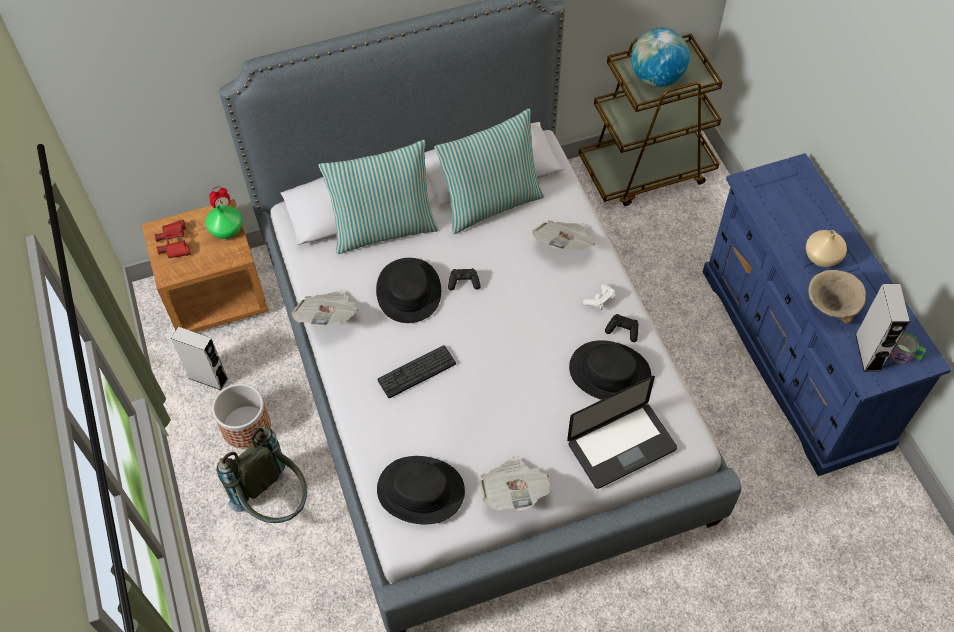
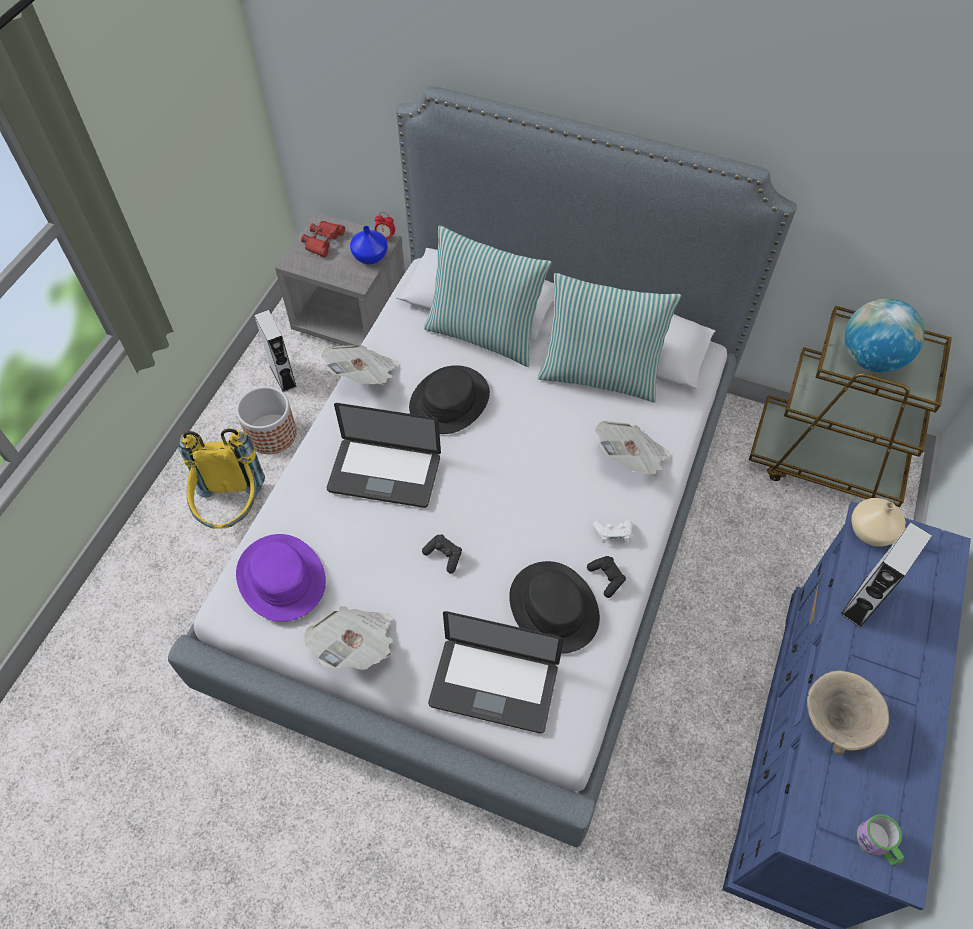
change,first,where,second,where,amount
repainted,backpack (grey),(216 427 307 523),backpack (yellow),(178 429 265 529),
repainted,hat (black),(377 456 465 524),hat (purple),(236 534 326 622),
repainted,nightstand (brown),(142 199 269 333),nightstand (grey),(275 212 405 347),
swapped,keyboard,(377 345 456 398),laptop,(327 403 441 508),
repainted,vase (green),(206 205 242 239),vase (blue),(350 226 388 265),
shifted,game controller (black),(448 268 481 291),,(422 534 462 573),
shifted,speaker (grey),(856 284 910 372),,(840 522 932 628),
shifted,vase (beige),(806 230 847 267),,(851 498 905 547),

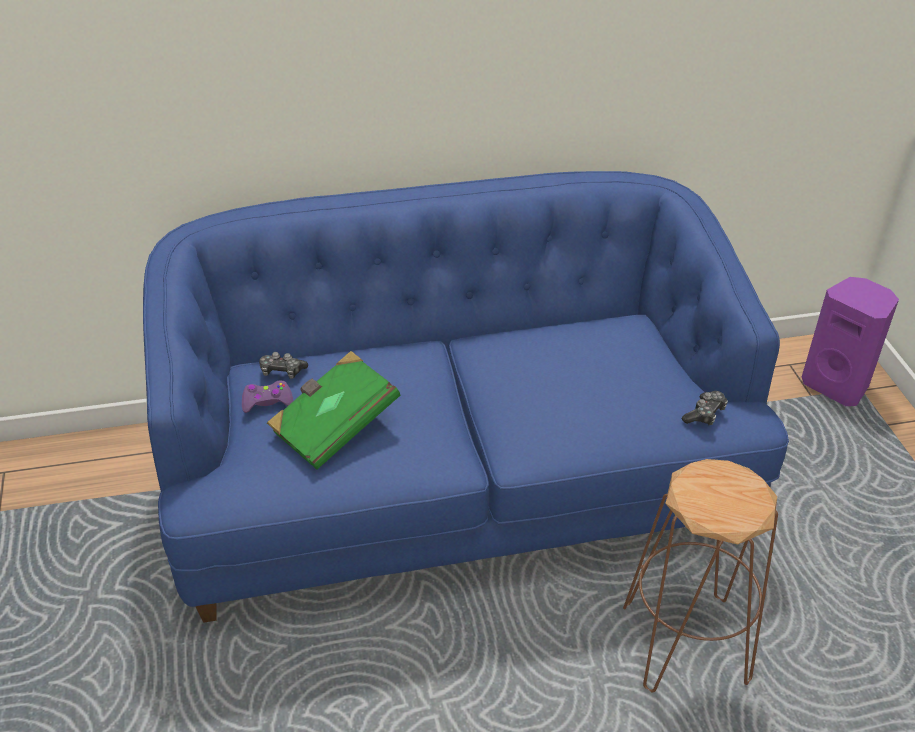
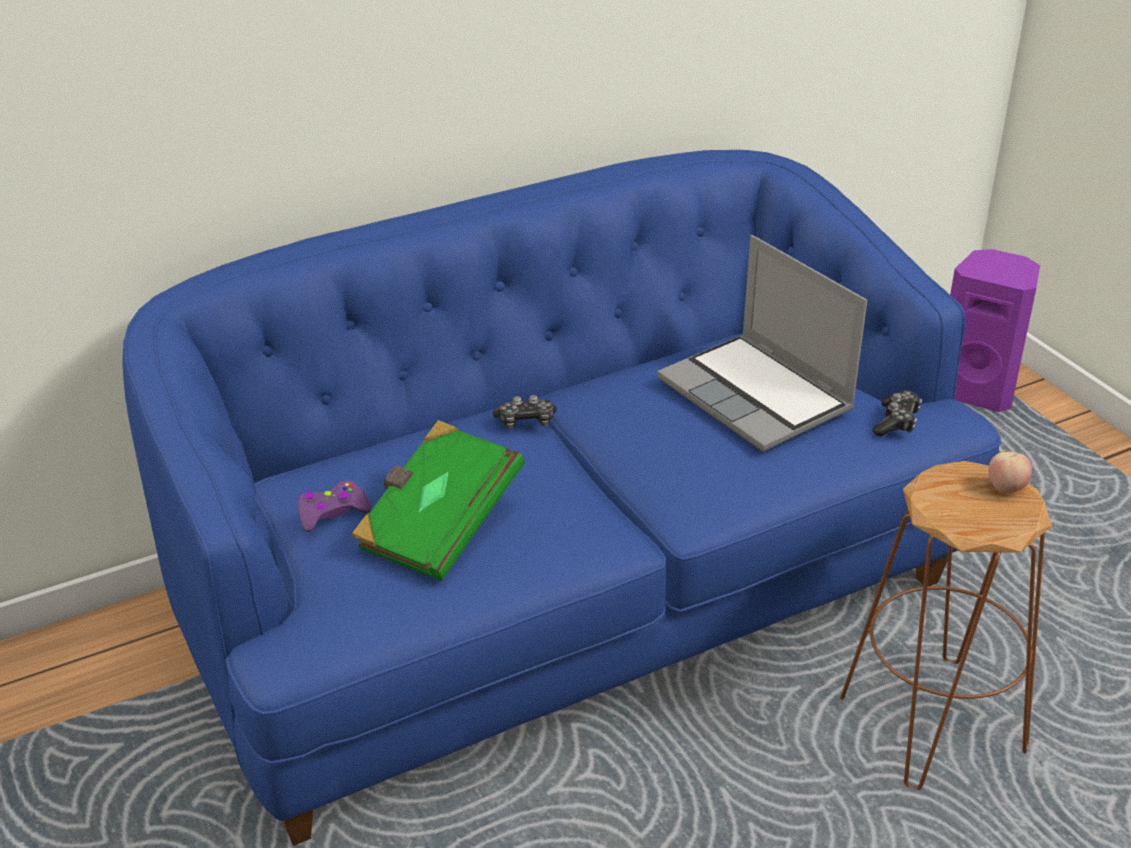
change,first,where,second,where,amount
shifted,game controller,(259 352 308 379),,(493 395 557 429),
new,,,laptop,(657 235 867 452),
new,,,apple,(989 452 1032 493),

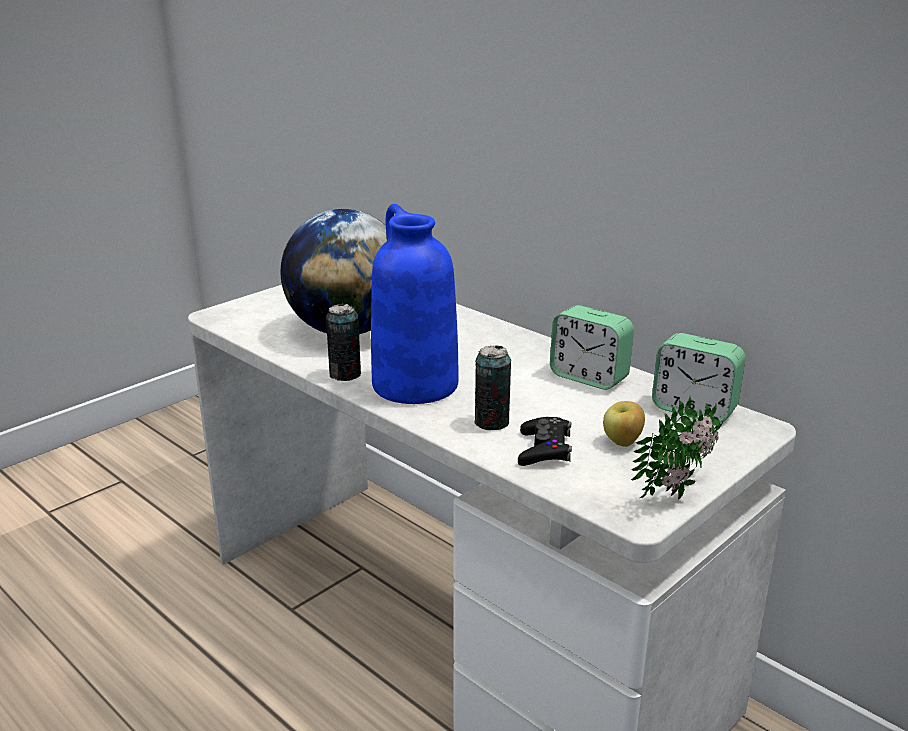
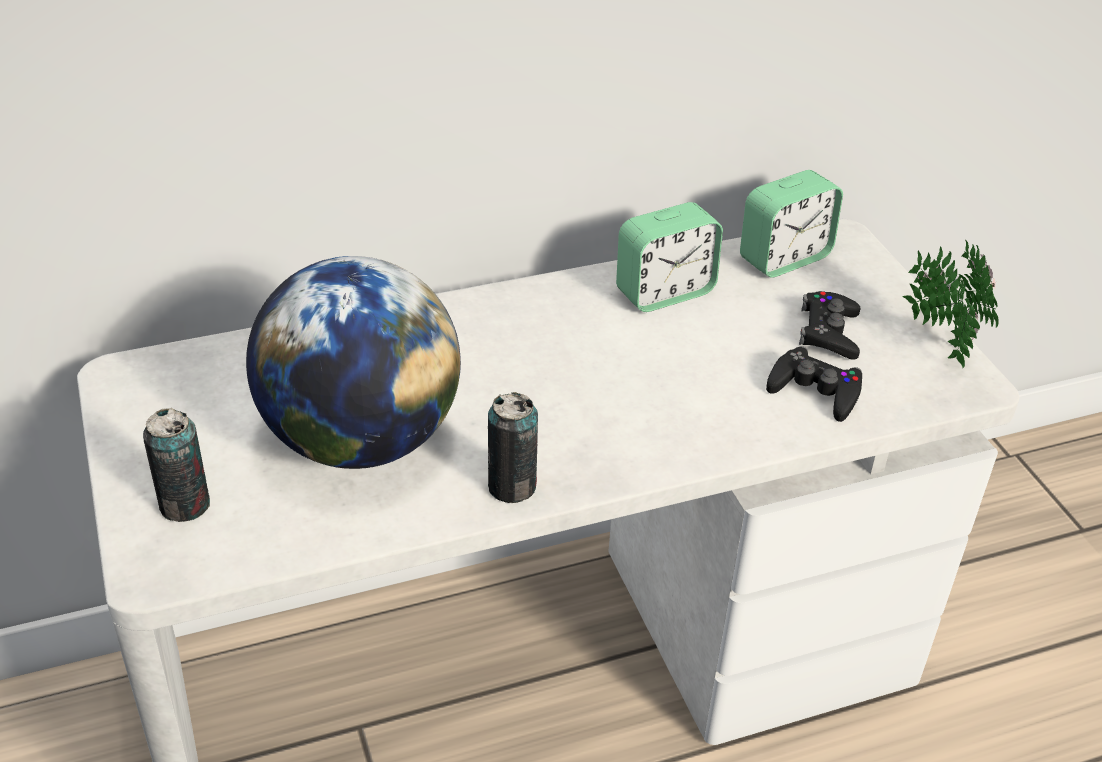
change,first,where,second,where,amount
shifted,can,(475 345 511 430),,(143 408 210 522),
swapped,apple,(603 401 645 447),game controller (black),(799 291 860 360),
gone,vase (blue),(371 204 459 404),,,

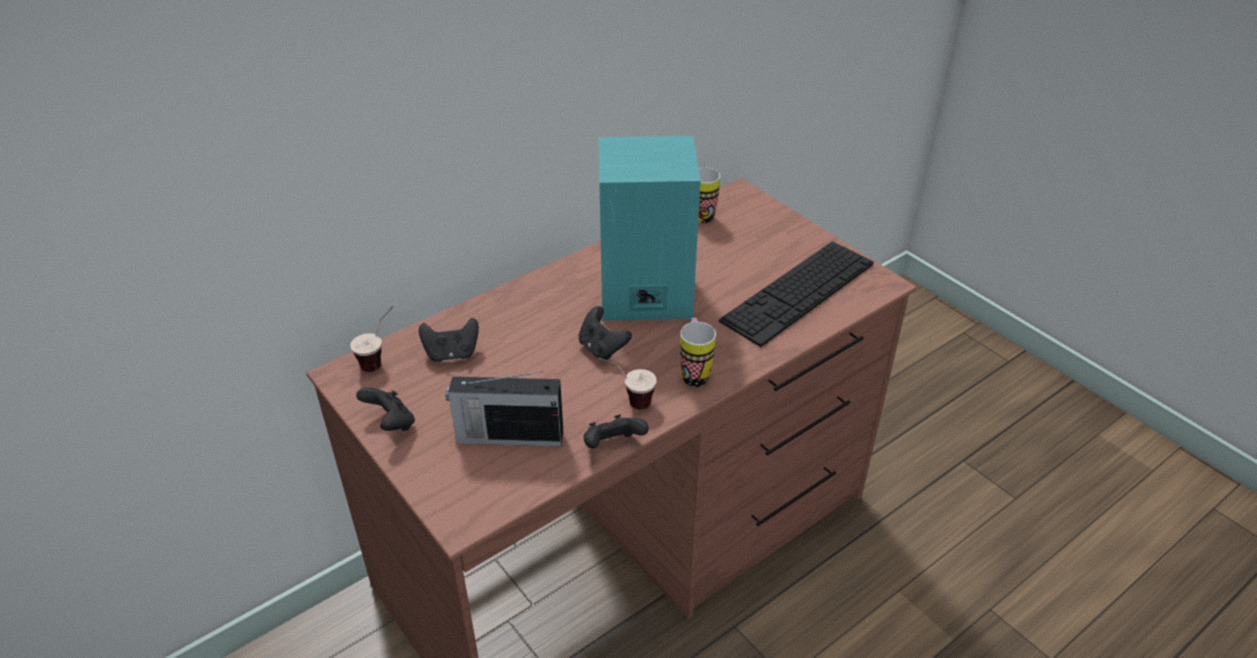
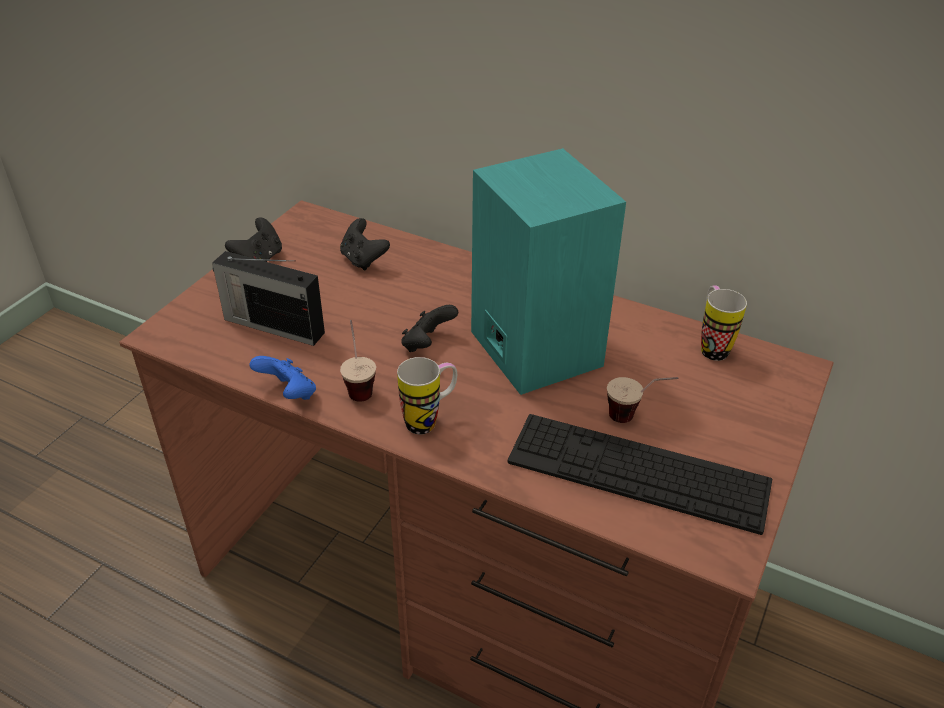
change,first,where,second,where,amount
rotated,radio,(445 371 563 446),,(212 251 325 346),45 degrees counterclockwise
repainted,game controller (black),(584 414 649 449),game controller (blue),(249 356 316 400),
shifted,cup,(350 306 393 372),,(607 377 678 423),

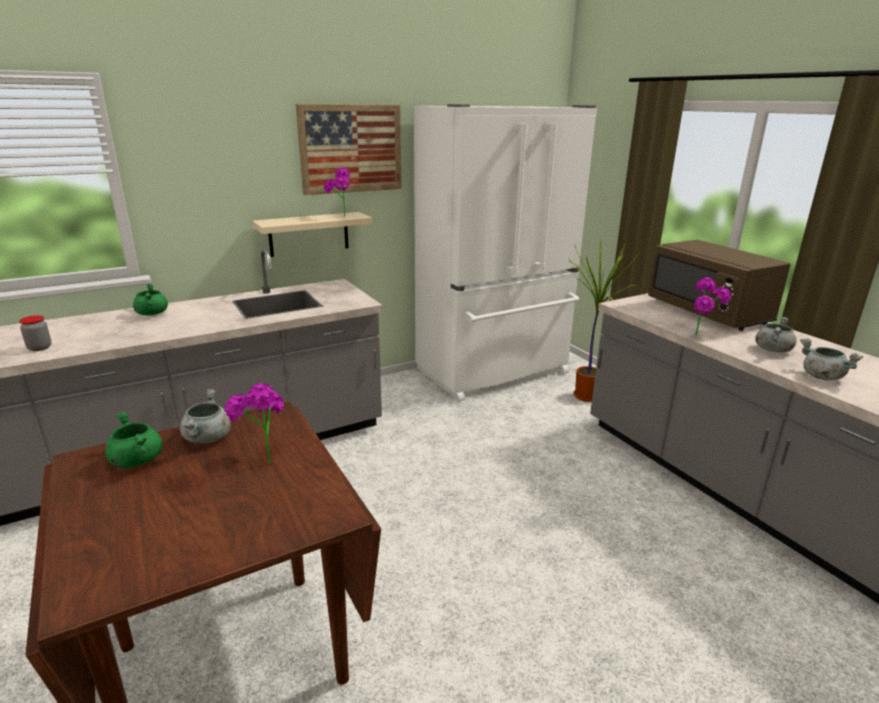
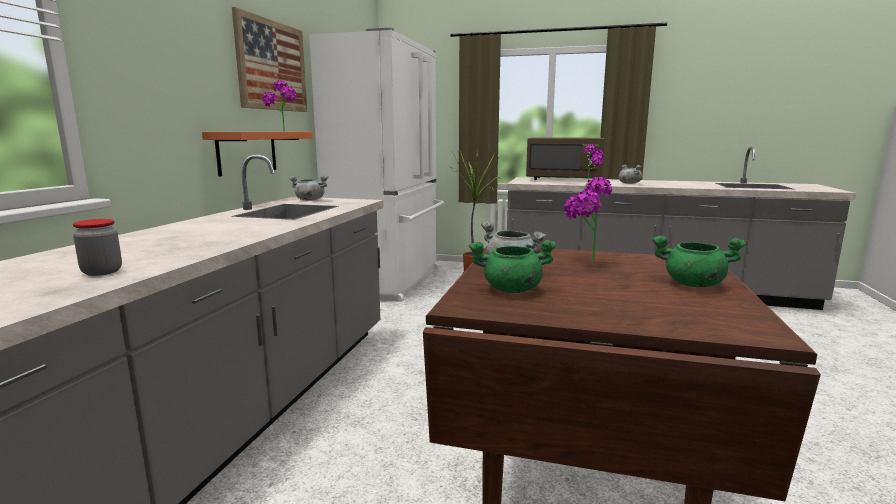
change,first,where,second,where,amount
repainted,shelf (beige),(252 212 373 257),shelf (orange),(202 132 313 177),
shifted,cooking pot (grey),(800 339 863 380),,(289 175 328 201),
shifted,cooking pot (green),(133 284 168 315),,(652 236 746 287),

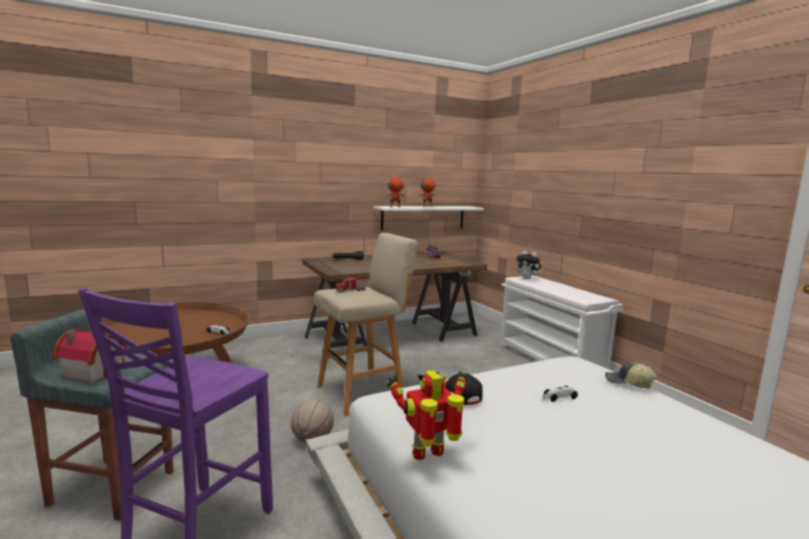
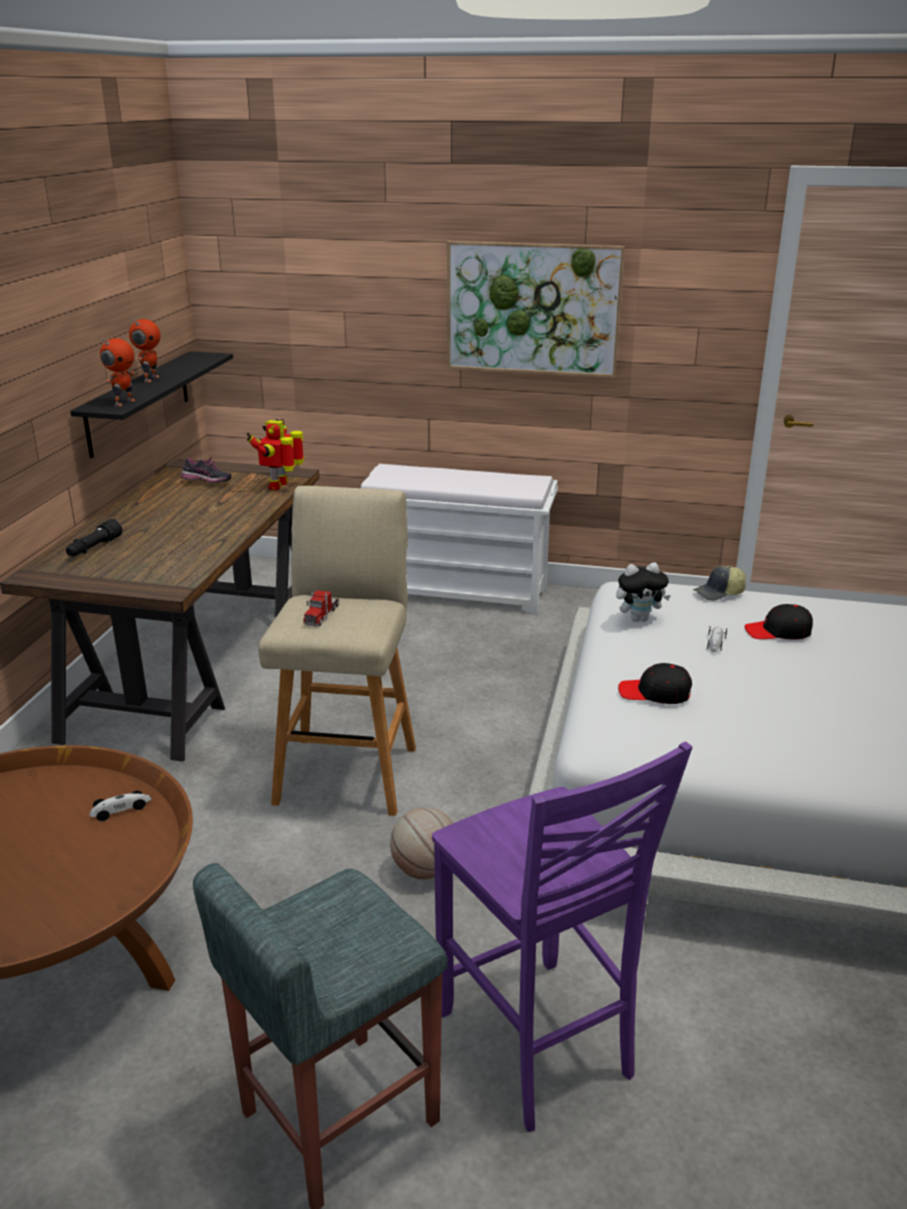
change,first,where,second,where,amount
repainted,shelf (white),(373 206 484 231),shelf (black),(70 351 233 458),
shifted,toy robot,(387 370 469 460),,(247 419 304 490),
new,,,picture,(447 241 625 378),
shifted,plush toy,(517 251 542 280),,(616 563 671 622),
new,,,cap (black),(745 604 813 639),
gone,toy house,(52 329 128 383),,,

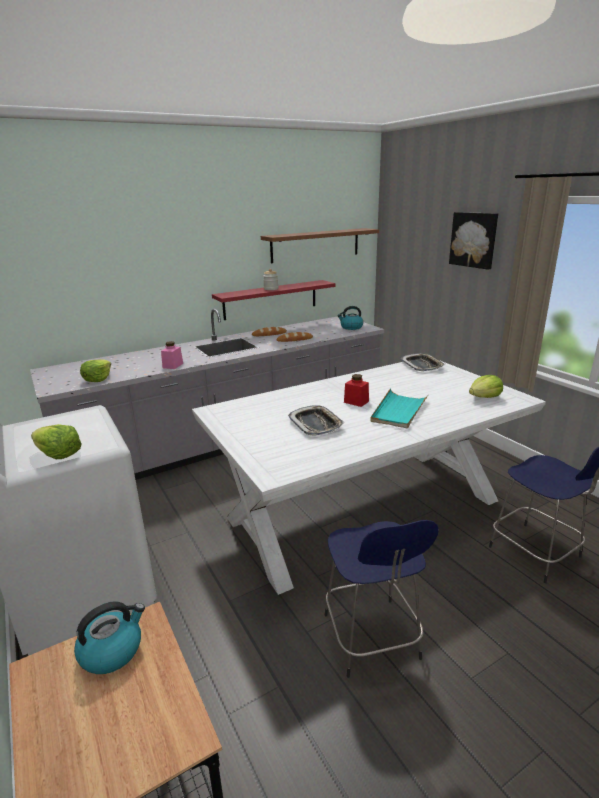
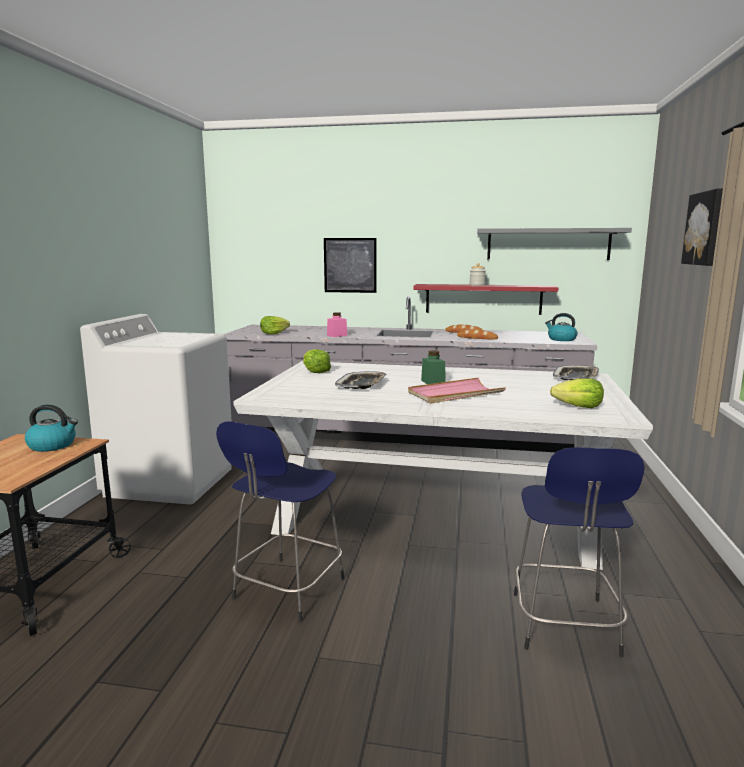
change,first,where,second,where,amount
shifted,lettuce,(31 424 82 459),,(303 349 331 373),
new,,,picture,(324 238 377 293),
repainted,tray (turquoise),(370 389 429 429),tray (pink),(408 378 506 404),
repainted,jar (red),(344 374 369 407),jar (green),(421 351 446 384),
repainted,shelf (brown),(261 228 379 263),shelf (grey),(477 228 632 260),

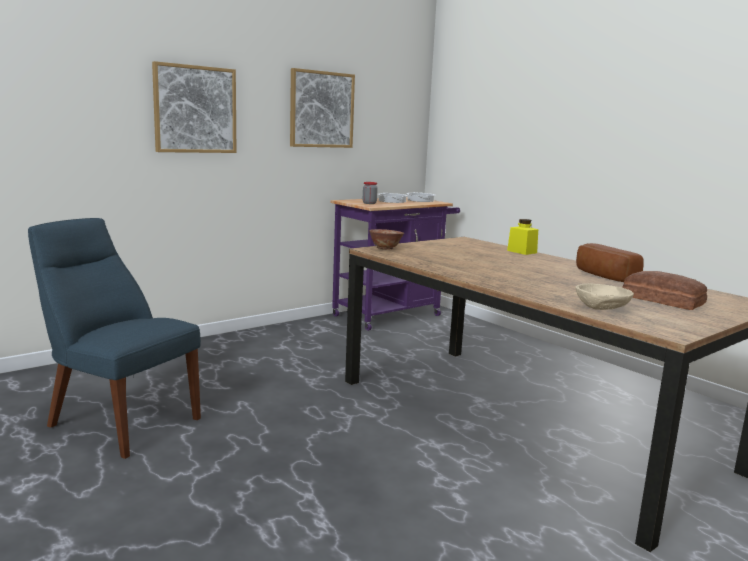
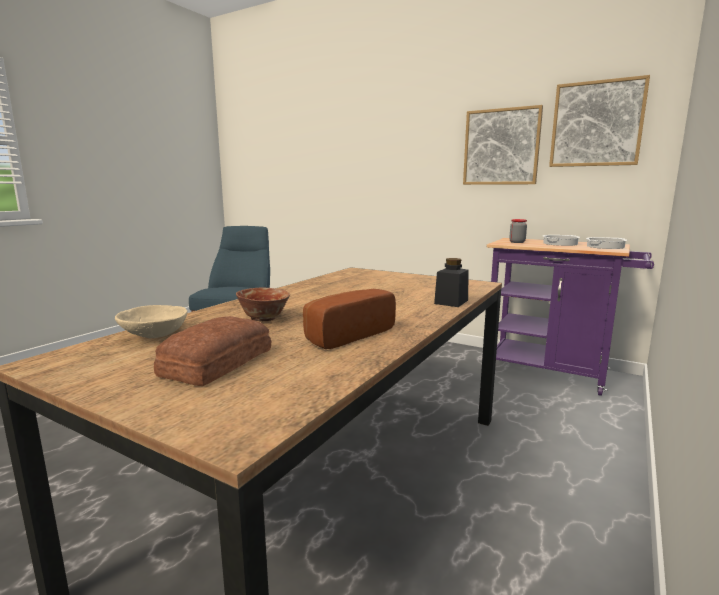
change,first,where,second,where,amount
shifted,bowl,(369 229 404 250),,(236 288 290 321),
repainted,jar (yellow),(507 219 538 255),jar (black),(434 258 469 307),
shifted,picture,(152 61 236 153),,(549 75 650 167),

